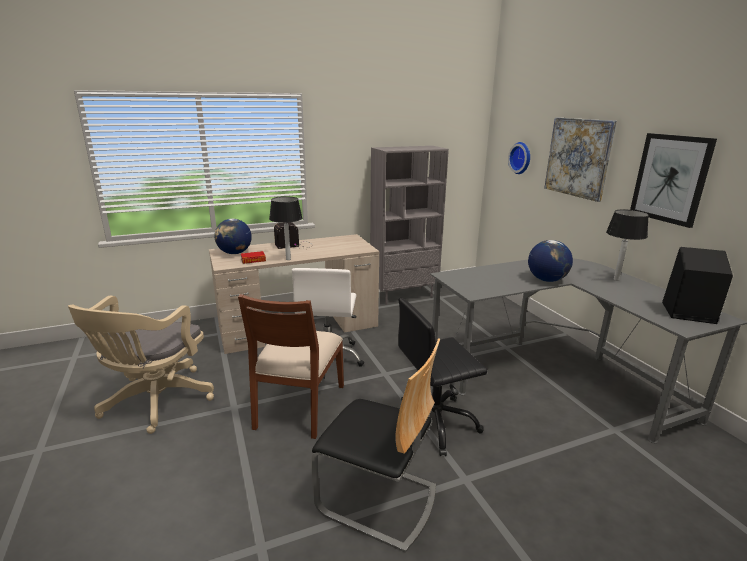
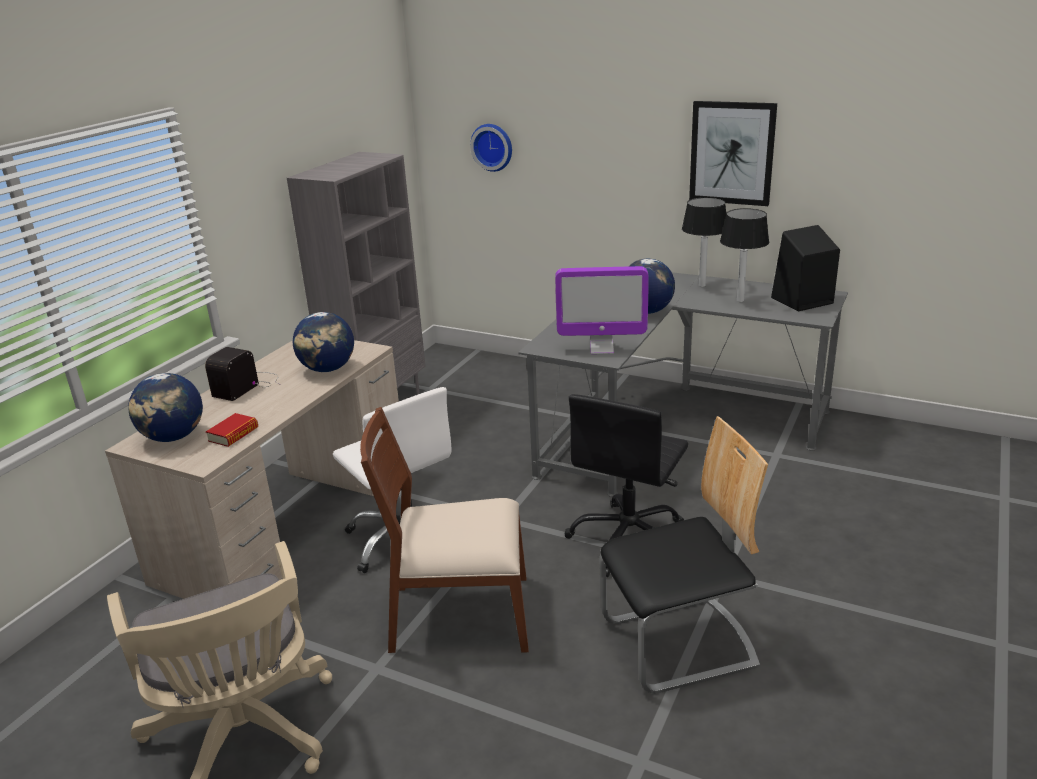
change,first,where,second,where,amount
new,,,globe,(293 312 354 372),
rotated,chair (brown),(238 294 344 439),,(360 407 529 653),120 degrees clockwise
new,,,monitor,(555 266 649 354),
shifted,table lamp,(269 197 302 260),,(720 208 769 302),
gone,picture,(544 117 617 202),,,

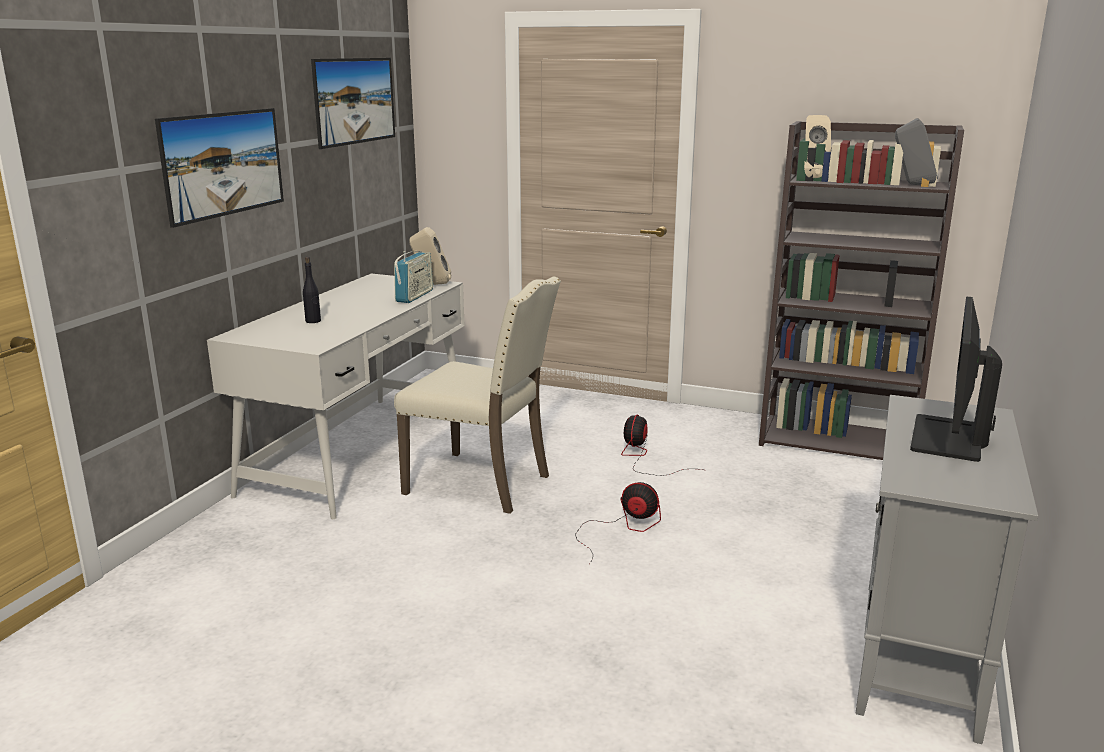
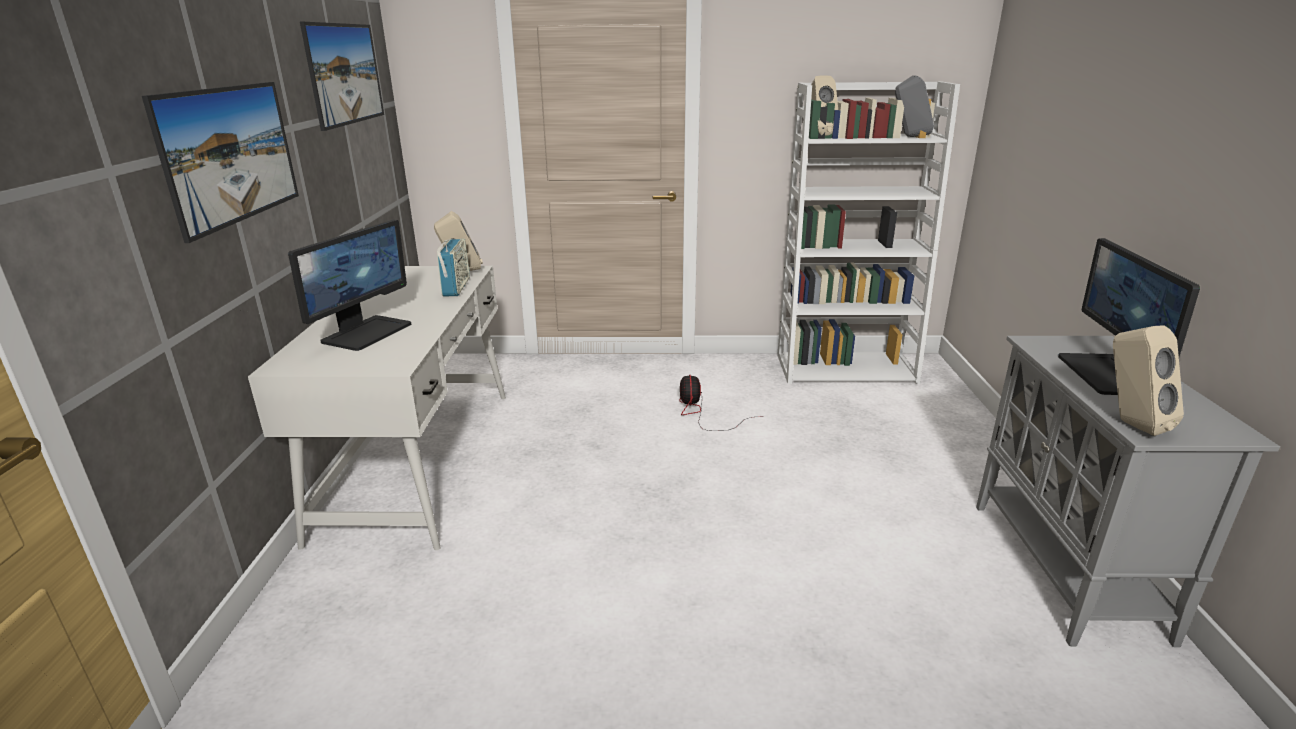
change,first,where,second,where,amount
swapped,bottle (black),(303 257 321 323),monitor,(288 219 411 351),
repainted,bookcase (brown),(759 121 964 460),bookcase (white),(777 81 960 384),
new,,,speaker (beige),(1113 325 1184 436),
gone,chair (beige),(394 276 561 514),,,
gone,fan,(575 482 661 563),,,

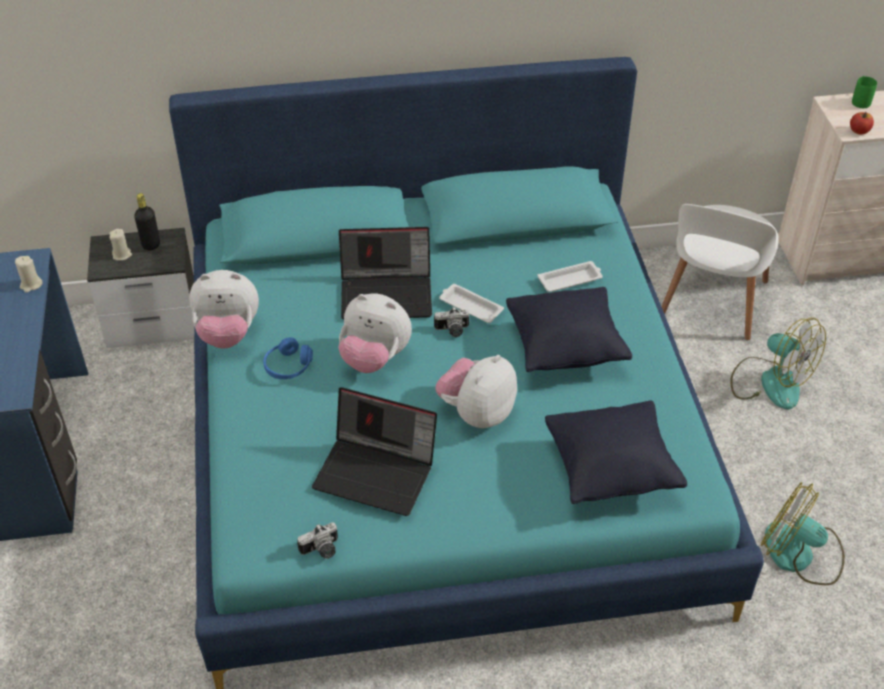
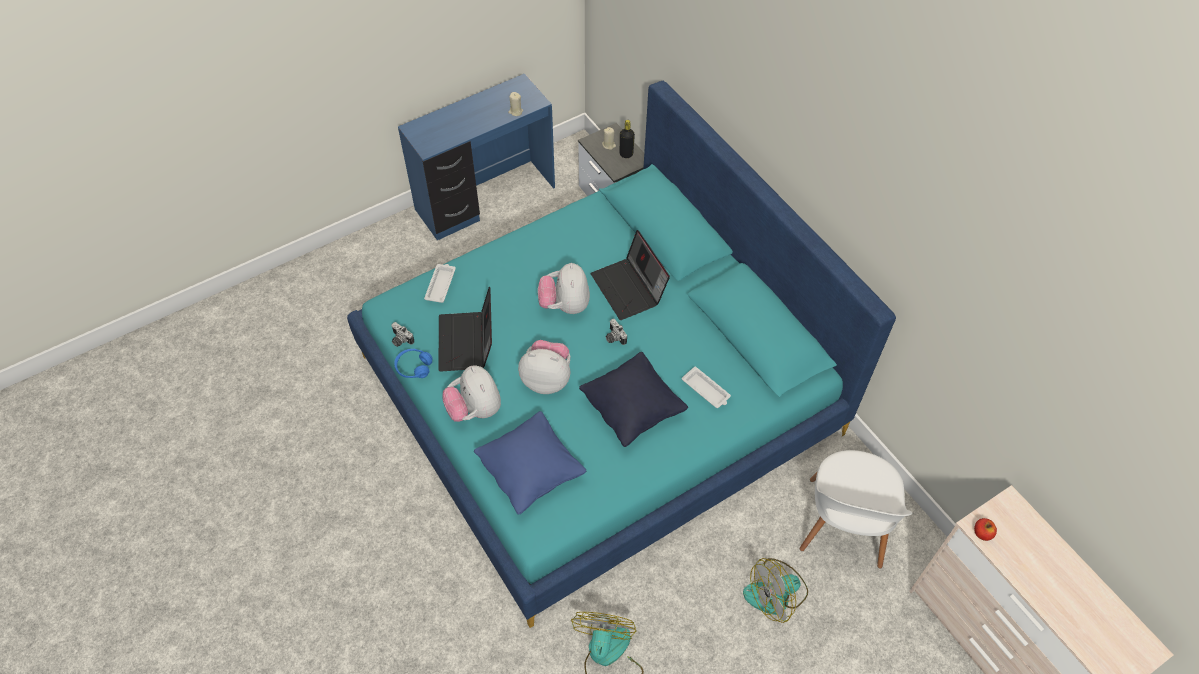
change,first,where,second,where,amount
shifted,headphones (blue),(263 337 313 379),,(394 349 433 378),
shifted,tray (white),(439 284 504 323),,(424 264 456 303),
shifted,plush toy,(189 270 259 349),,(442 365 501 422),
repainted,pillow (black),(545 400 687 504),pillow (blue),(474 411 586 515),
rotated,fan,(730 318 826 409),,(743 558 808 623),45 degrees clockwise
rotated,chair (white),(662 204 779 340),,(799 450 912 569),75 degrees counterclockwise
gone,mug (green),(852 76 877 108),,,

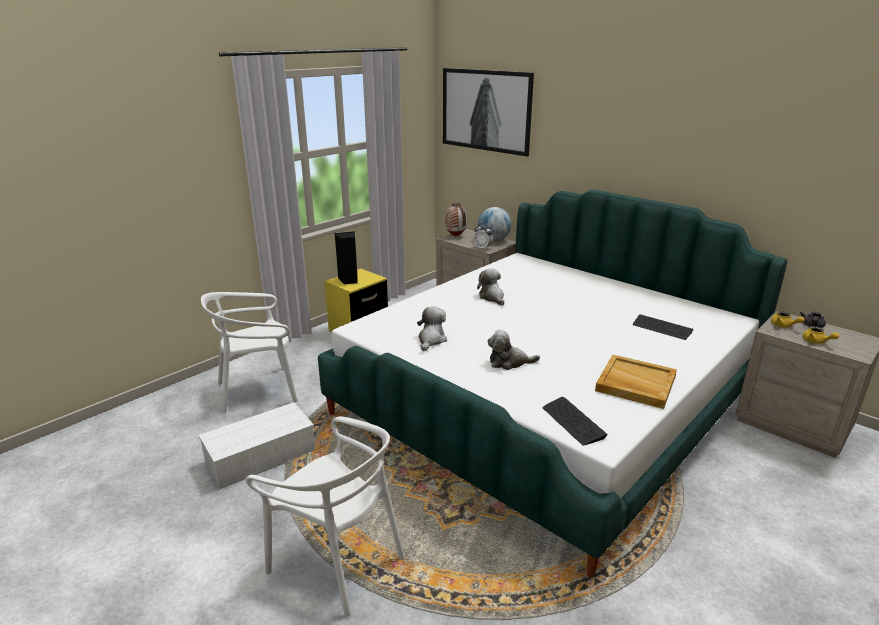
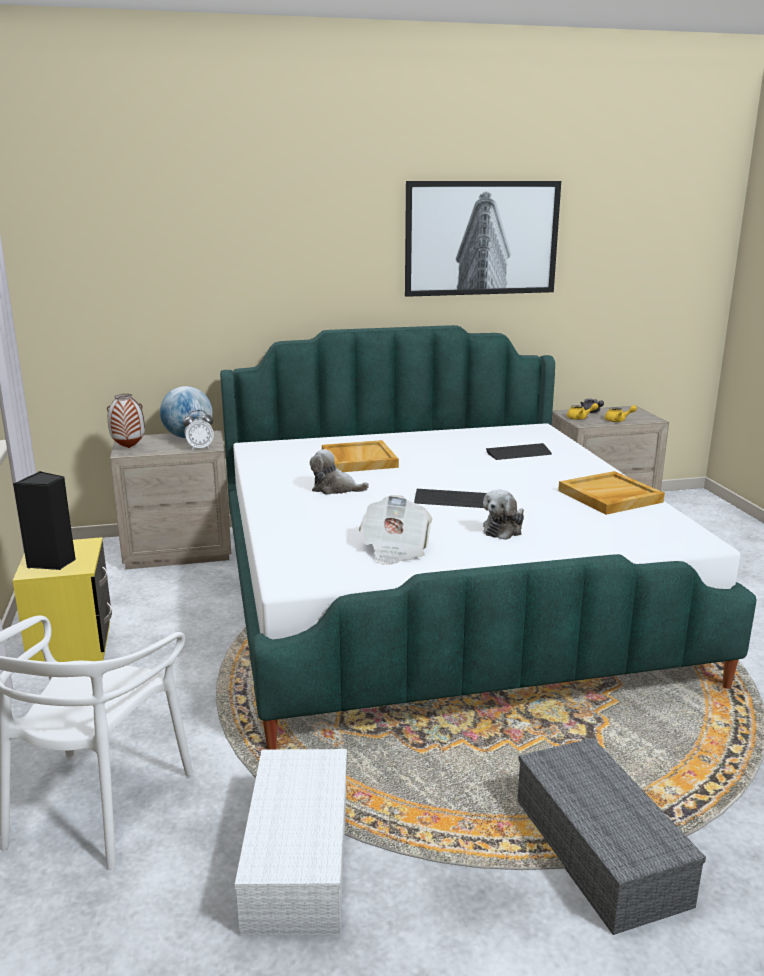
change,first,where,second,where,amount
new,,,tray (beige),(322 440 399 472),
swapped,plush toy,(417 307 447 351),newspaper,(359 495 432 565),
shifted,picture,(443 68 534 156),,(405 181 561 297),
shifted,keyboard,(543 397 608 446),,(414 489 487 508),
swapped,chair (white),(246 417 405 617),storage box (grey),(517 738 706 935),

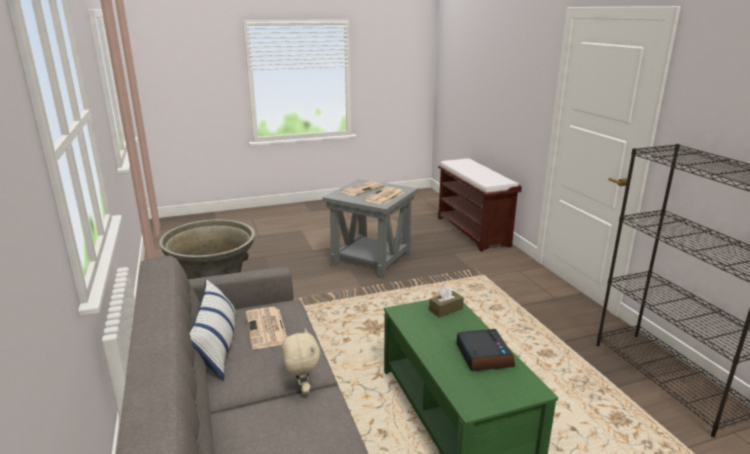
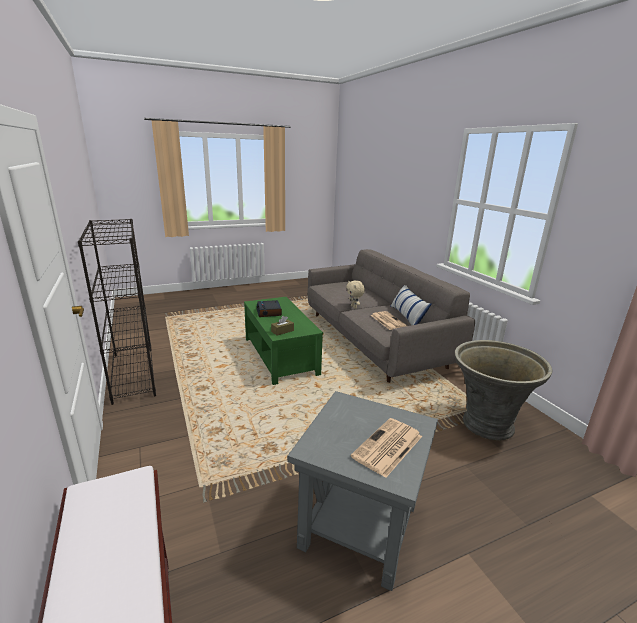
change,first,where,second,where,amount
gone,newspaper,(363 187 405 205),,,

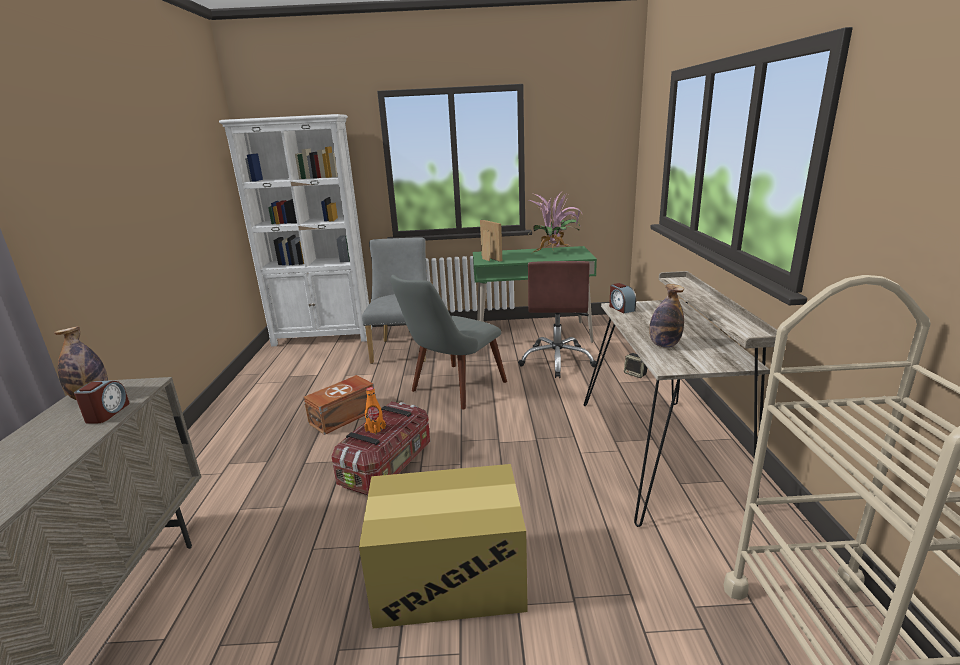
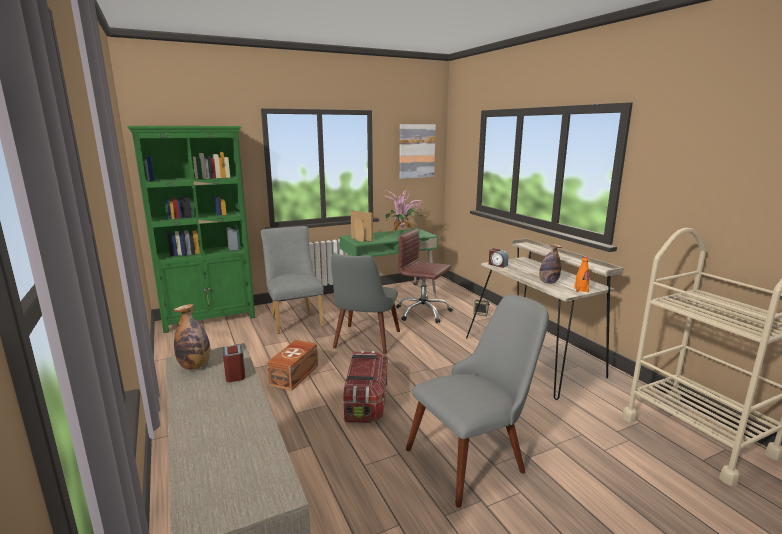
change,first,where,second,where,amount
repainted,bookcase (white),(219 114 372 347),bookcase (green),(127 126 255 333),
rotated,office chair (brown),(518 261 596 378),,(396 229 453 323),135 degrees clockwise
new,,,picture,(399 124 436 179),
swapped,cardboard box,(359 464 528 628),chair (grey),(406 294 549 508),
shifted,bottle (orange),(364 387 386 435),,(574 256 590 293),

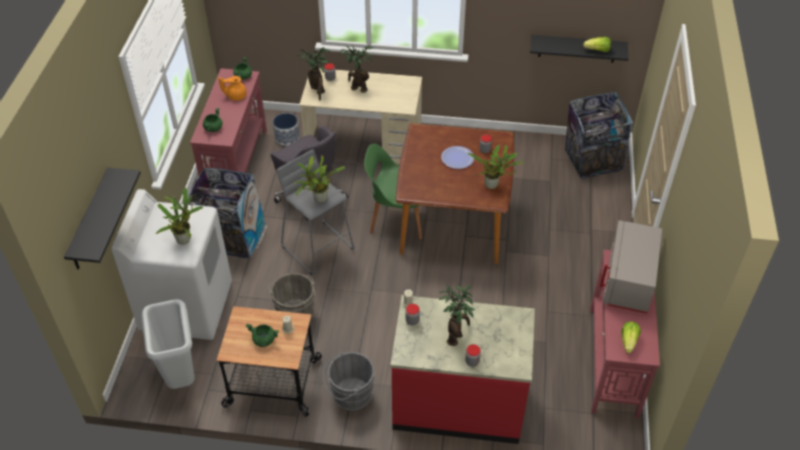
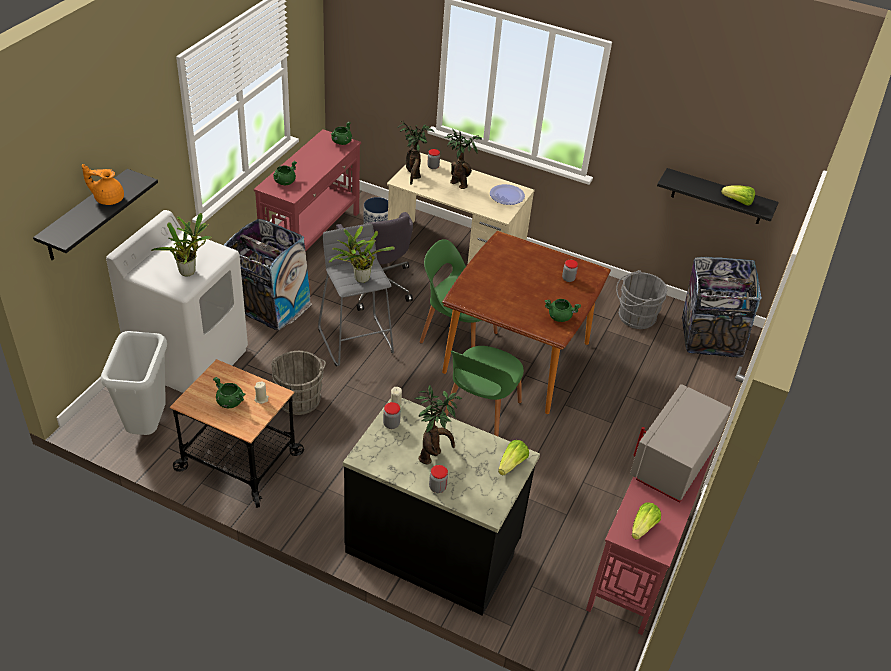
change,first,where,second,where,amount
shifted,teapot (orange),(219 76 247 101),,(82 164 124 205),
repainted,counter (red),(390 295 535 444),counter (black),(343 398 540 616),
new,,,chair (green),(445 346 524 436),
shifted,plate,(441 146 474 169),,(490 184 525 205),
new,,,lettuce,(498 440 529 476),
swapped,potted plant,(468 144 523 189),cooking pot (green),(545 299 581 322),
shifted,bucket (grey),(323 352 375 411),,(616 270 667 329),

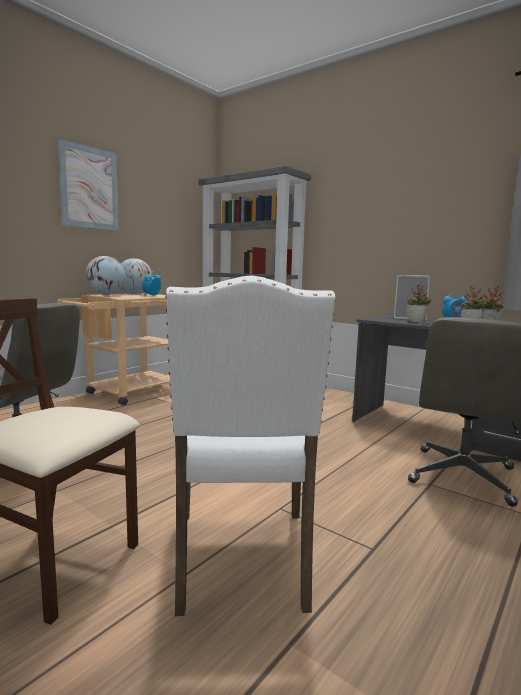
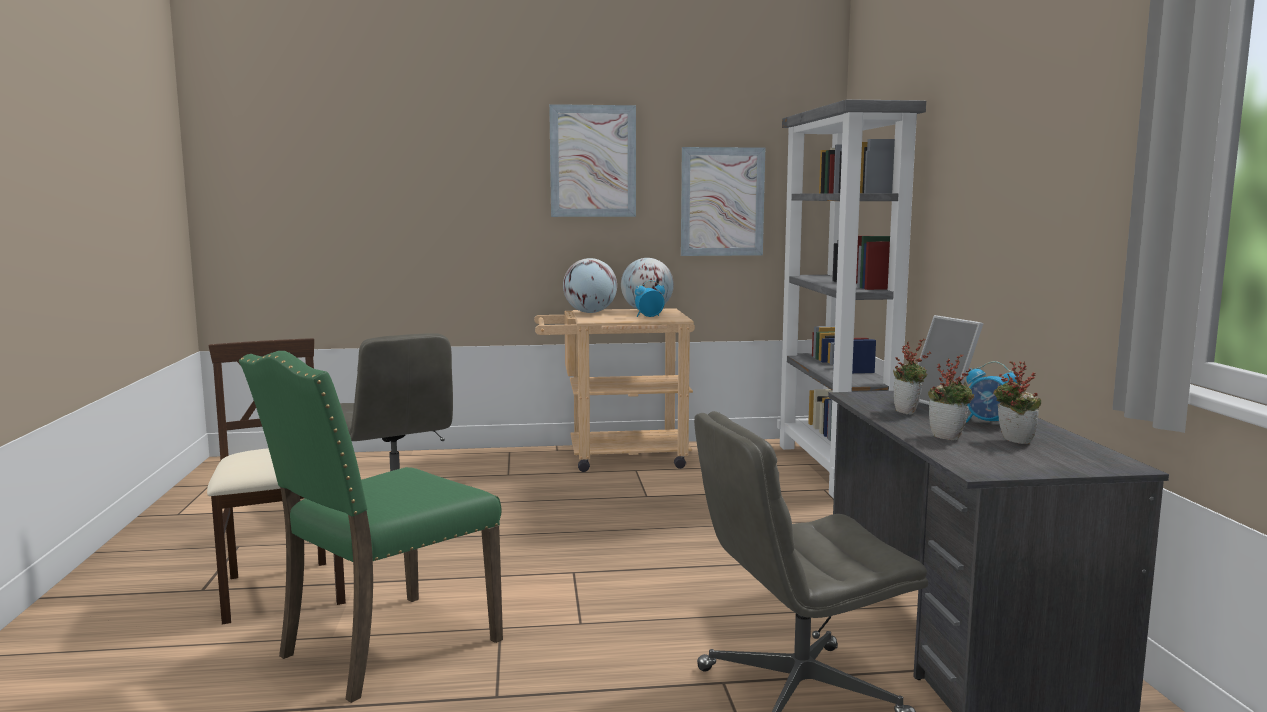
change,first,where,second,where,amount
repainted,chair (white),(165 275 336 616),chair (green),(239 351 503 703),
new,,,picture,(681 147 765 256),

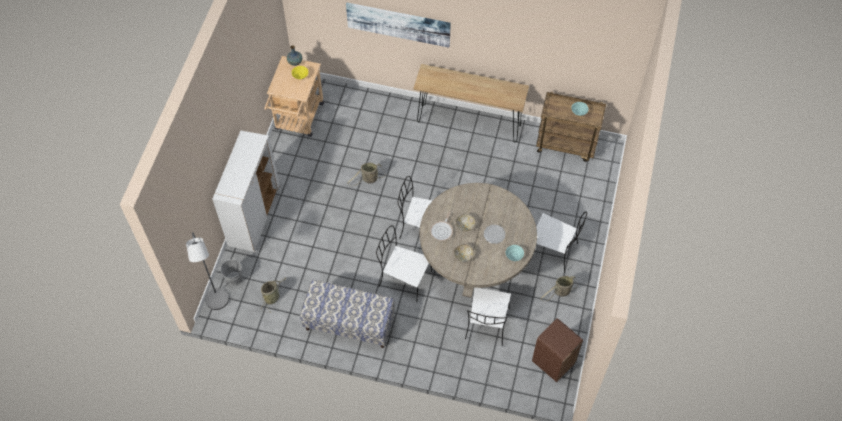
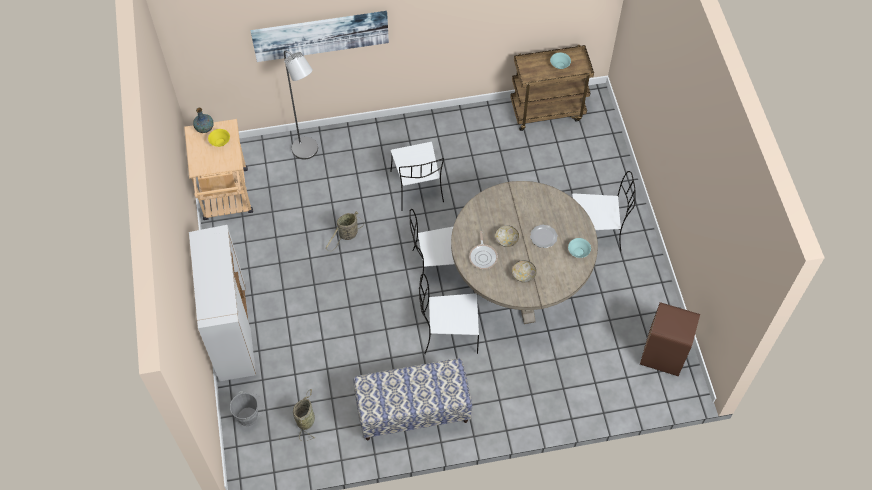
change,first,where,second,where,amount
shifted,floor lamp (grey),(186 232 229 310),,(284 51 318 160),
shifted,chair (white),(465 287 511 346),,(390 142 444 211),
gone,console table (brown),(413 64 529 143),,,
gone,basket,(540 276 578 302),,,

